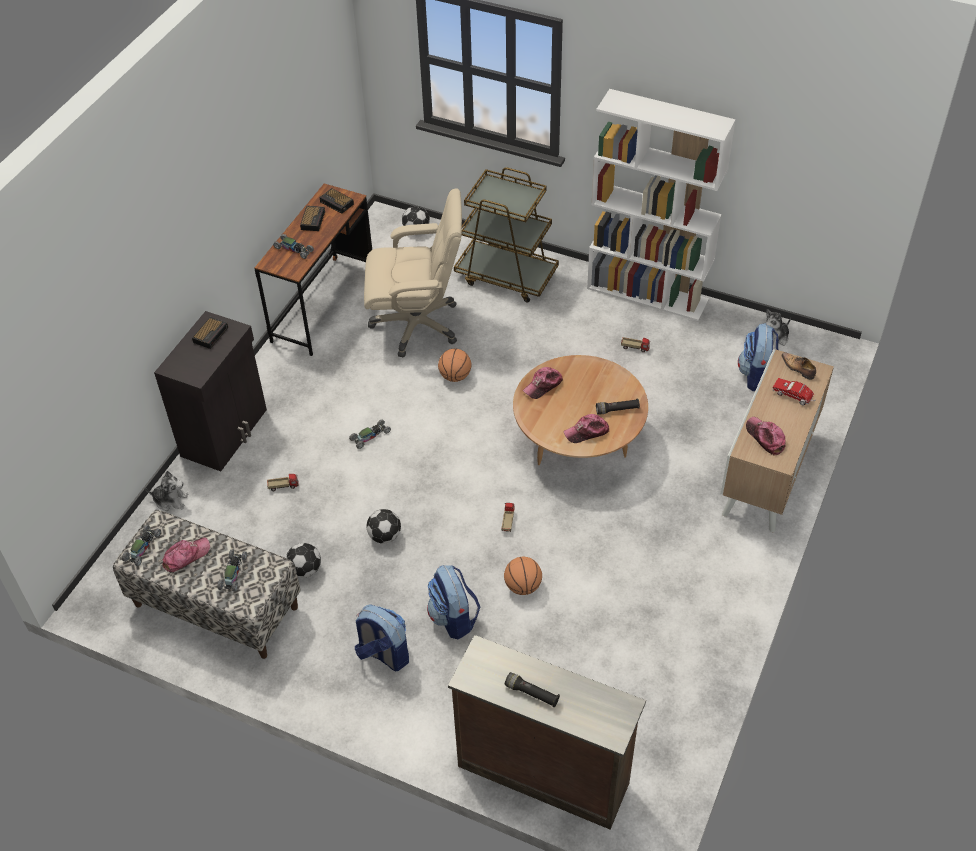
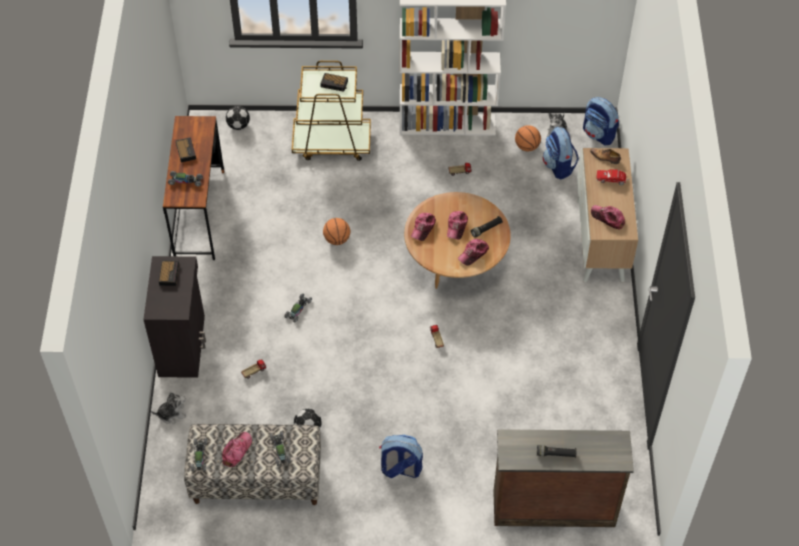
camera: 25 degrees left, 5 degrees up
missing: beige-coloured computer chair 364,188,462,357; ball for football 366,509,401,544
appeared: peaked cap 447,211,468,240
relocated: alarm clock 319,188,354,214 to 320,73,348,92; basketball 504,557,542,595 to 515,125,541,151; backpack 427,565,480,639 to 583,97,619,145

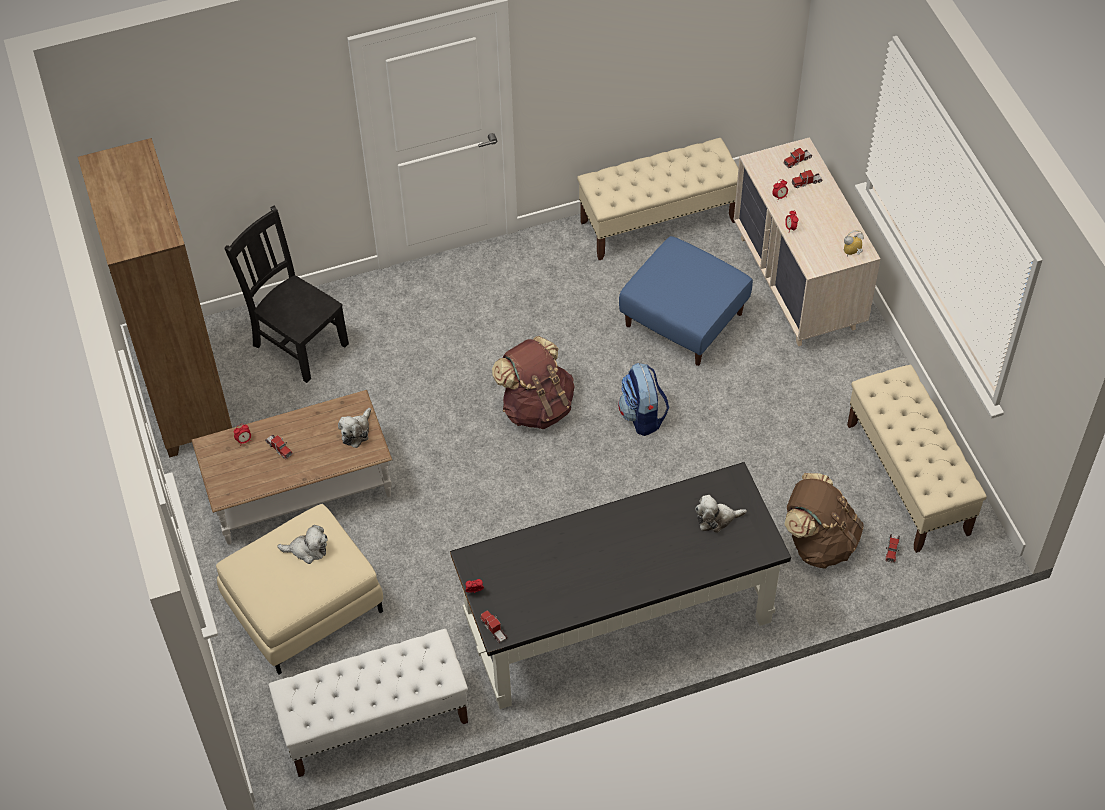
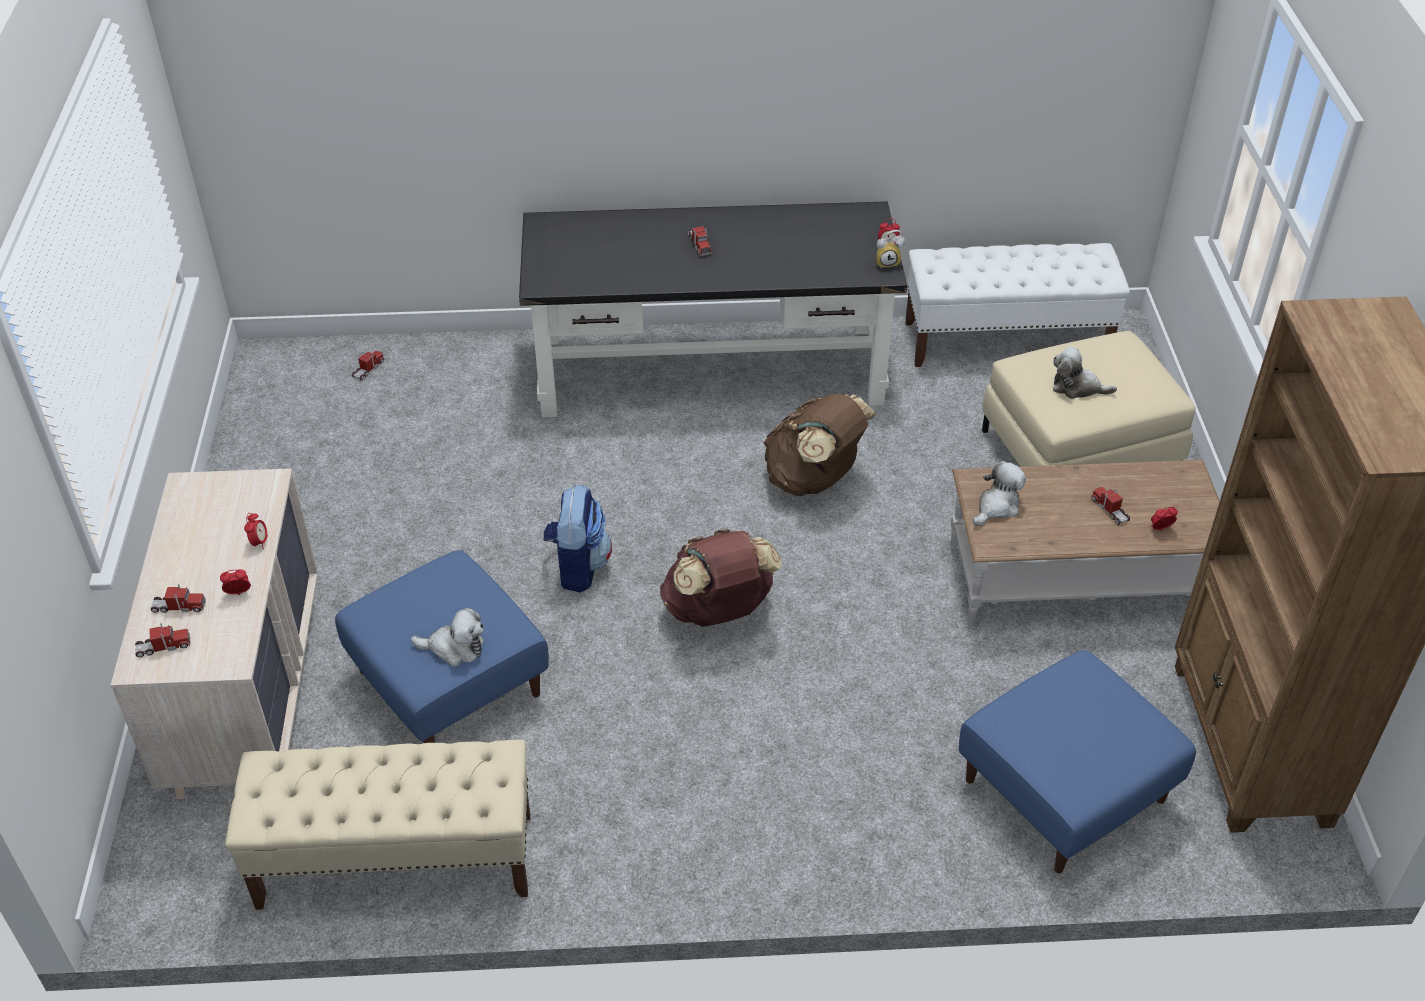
camera: 165 degrees left, 10 degrees down
missing: beige-coloured indoor bench 847,365,987,553
relocated: soft toy 695,495,747,533 to 411,608,484,667; model truck 480,611,508,643 to 688,226,712,256; brown backpack 784,473,864,569 to 764,394,877,496; alarm clock 844,230,864,256 to 876,230,905,268
exchanged: black chair 224,206,349,383 to blue-coloured ottoman 959,650,1196,873

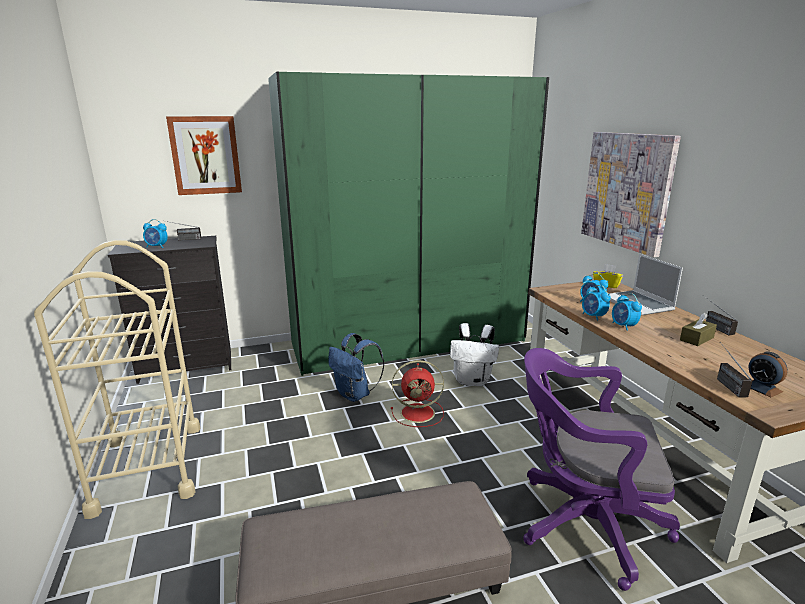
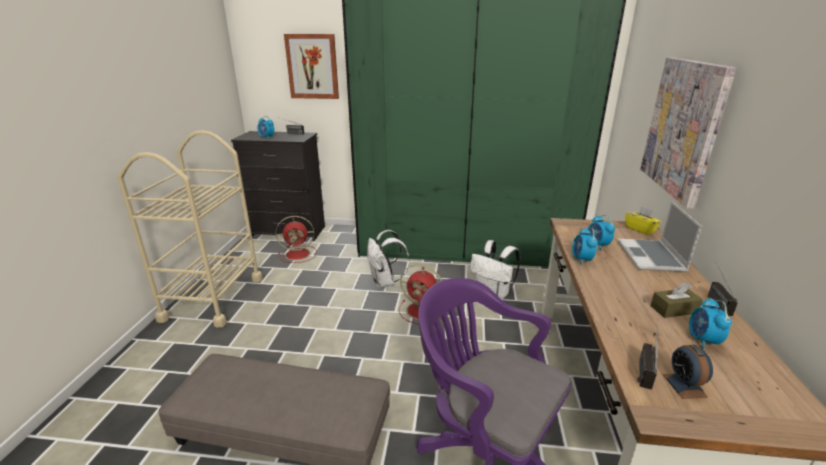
camera: 25 degrees right, 5 degrees up
appeared: red fan 276,216,317,263
relocated: alarm clock 612,293,642,331 to 689,298,732,349
colour: blue-coloured backpack 328,333,384,402 to whitish backpack 367,230,410,288

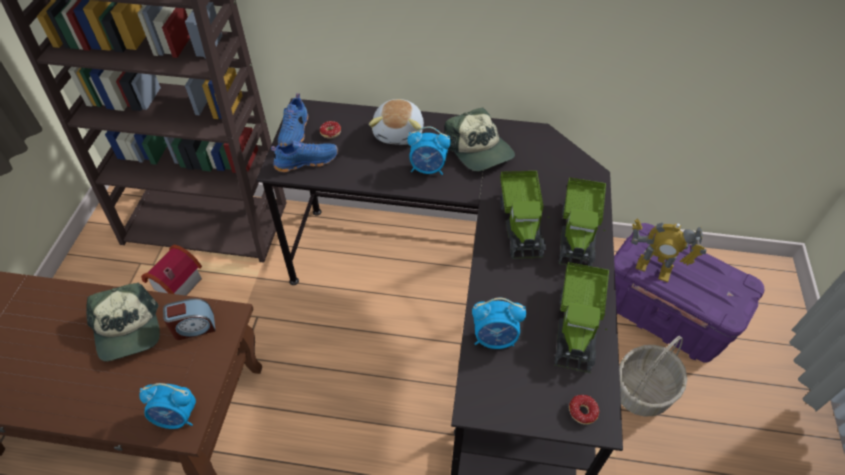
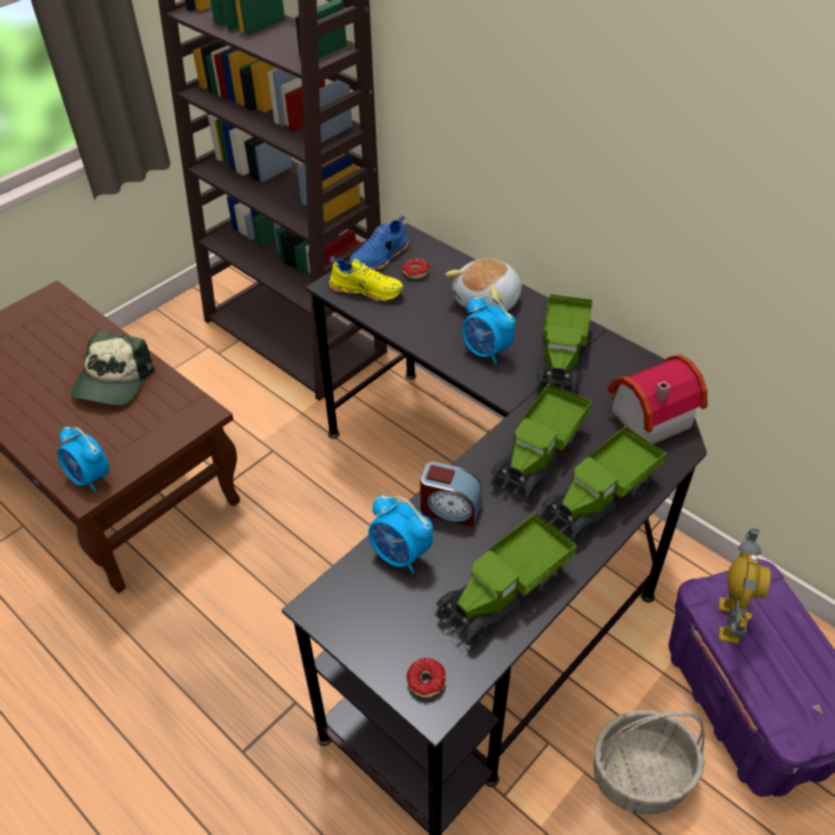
camera: 35 degrees right, 5 degrees down
relocated: alarm clock 163,298,216,340 to 420,461,482,527; model house 141,245,202,296 to 607,355,707,446
exchanged: peaked cap 444,108,515,171 to model truck 536,294,593,394
colour: blue-coloured item of footwear 271,140,338,172 to yellow item of footwear 329,256,403,301
spun: robot figure 631,219,707,282 = 719,529,771,644 135 degrees counterclockwise

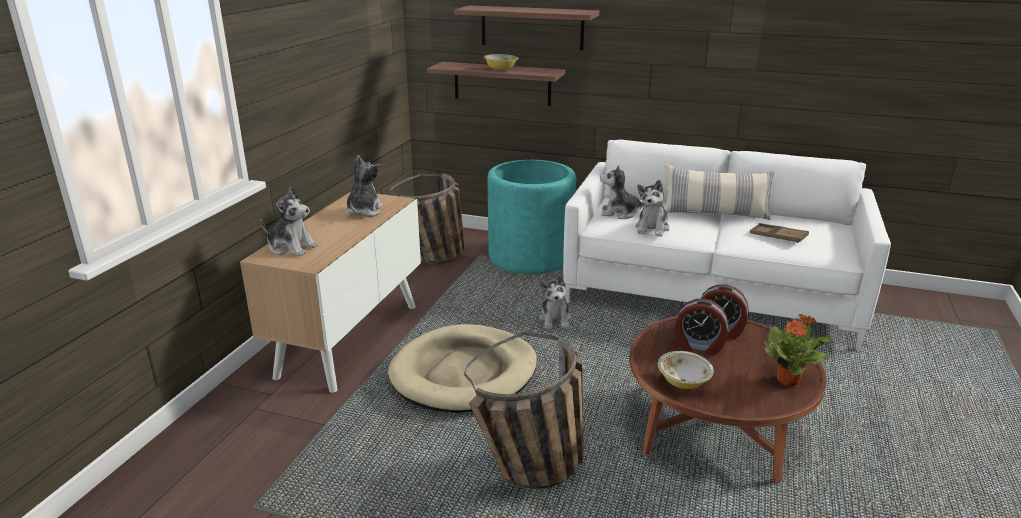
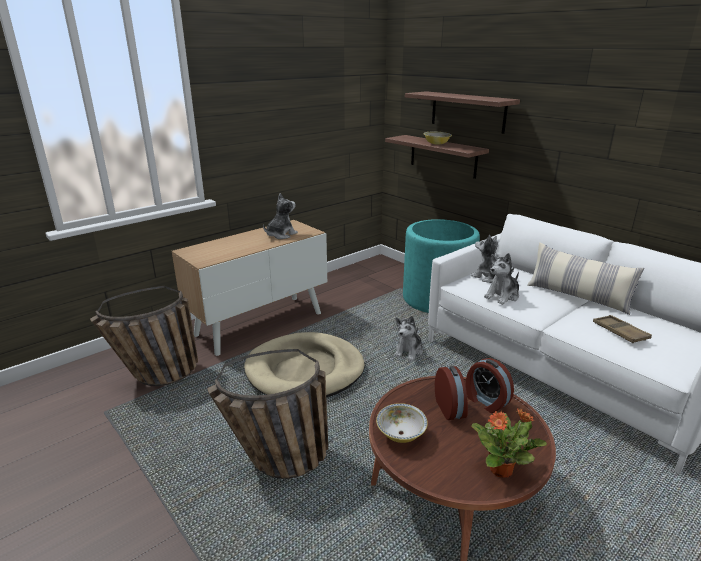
camera: 30 degrees right, 0 degrees up
missing: soft toy 261,187,318,256
relocated: basket 390,173,465,264 to 90,286,198,386
spun: alarm clock 674,299,728,355 = 435,366,468,420 150 degrees counterclockwise

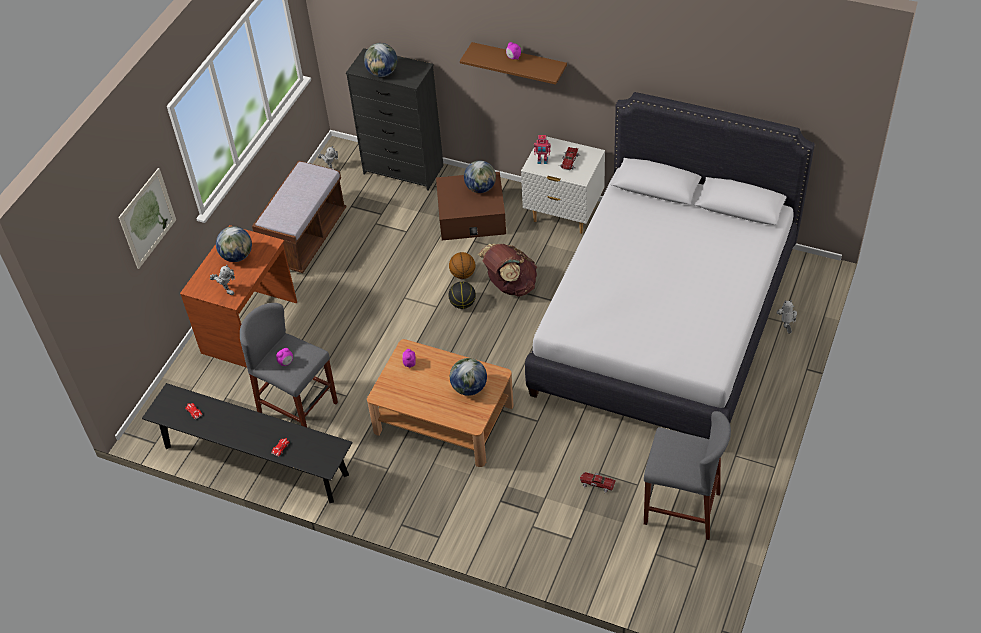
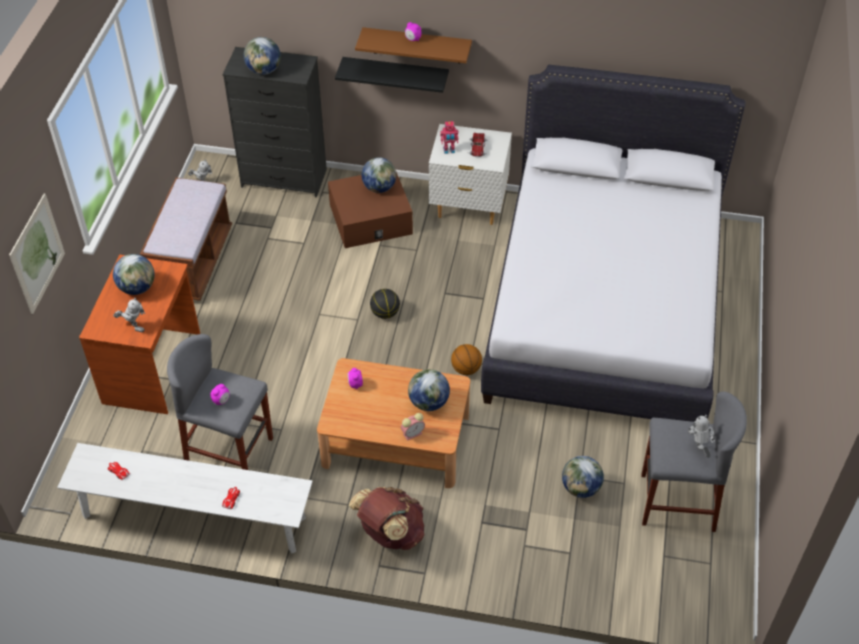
camera: 15 degrees left, 0 degrees up
appeared: black bracket shelf 335,57,449,93; alarm clock 401,413,425,441
relocated: brown backpack 478,244,537,296 to 349,487,425,550; basketball 449,252,475,279 to 451,344,482,375; robot figure 776,300,797,334 to 687,415,715,457
exchanged: miniature car 580,472,616,493 to world globe 562,456,604,498
colour: black indoor bench 142,383,353,503 to whitish indoor bench 57,443,313,554

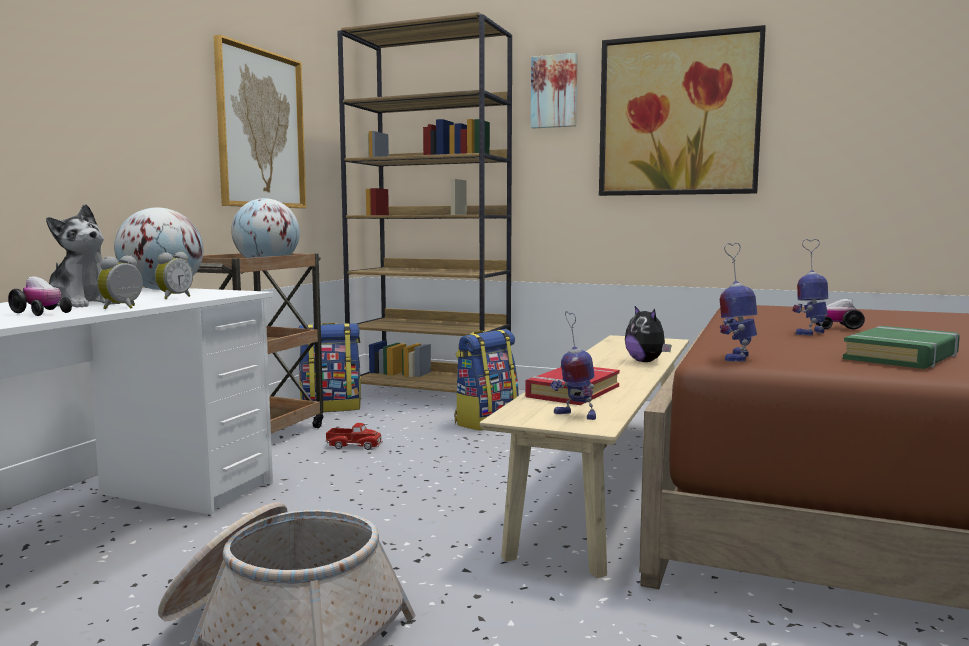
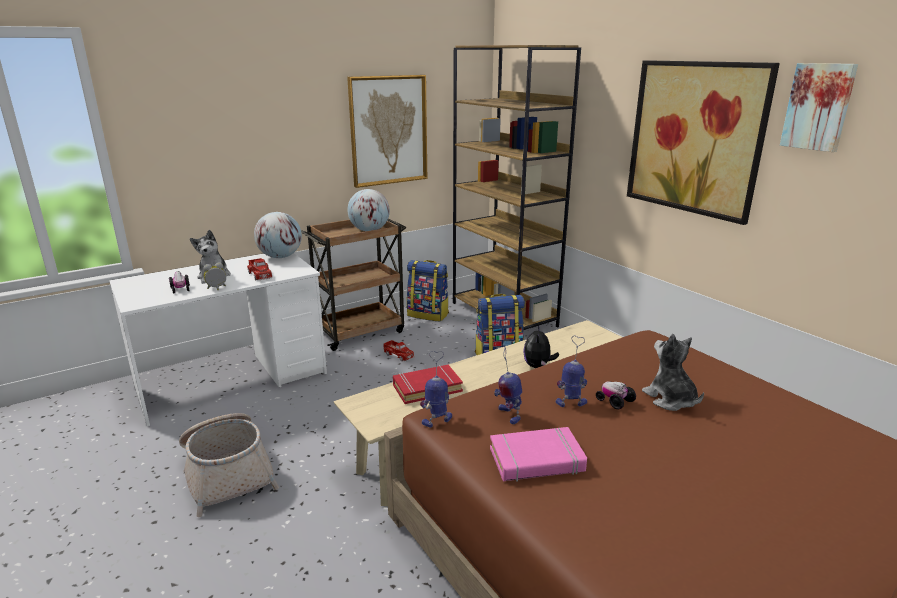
camera: 35 degrees right, 15 degrees up
appeared: soft toy 642,334,704,411
relocated: robot figure 550,311,596,420 to 494,347,522,424; wall picture 531,53,577,129 to 780,63,858,152
exchanged: alarm clock 155,252,193,299 to model truck 247,258,272,280
colour: green-coloured volume 843,326,960,369 to pink-coloured volume 490,427,587,482

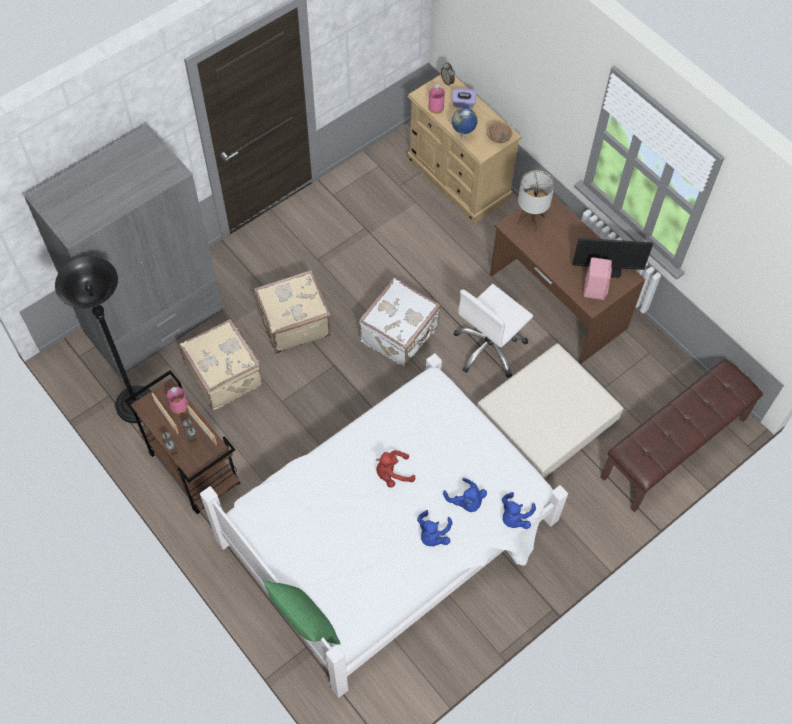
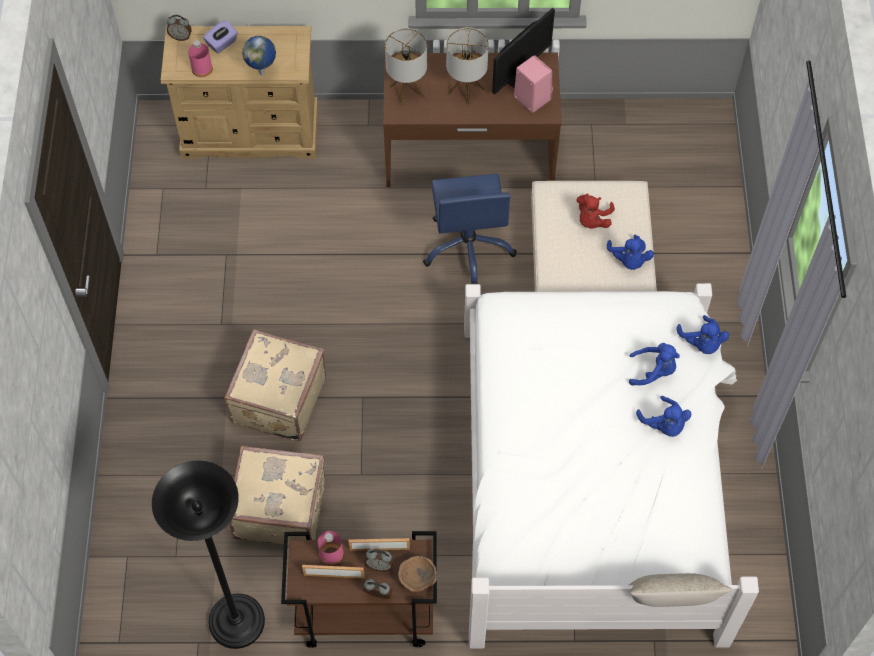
camera: 50 degrees left, 0 degrees up
missing: gray clothes cupboard 24,124,223,378; whitish travel case 359,278,441,368; brown indoor bench 600,359,763,512
appeared: tabletop lamp 446,27,489,106; blue-coloured soft toy 607,234,654,270
relocated: brown deep dish 487,122,513,143 to 398,556,437,592; red soft toy 376,450,416,488 to 576,193,615,228
colour: whitish computer chair 454,284,533,378 to blue-coloured computer chair 423,173,517,284; green-coloured pillow 263,580,341,645 to beige-coloured pillow 629,573,732,607

